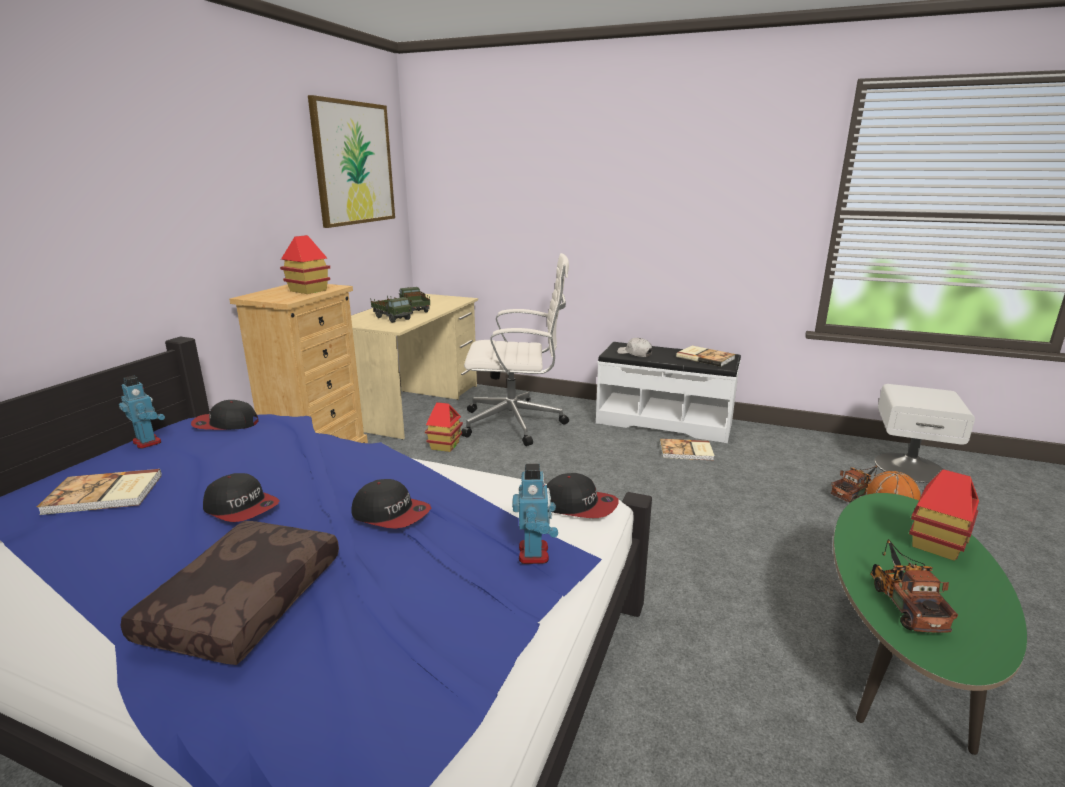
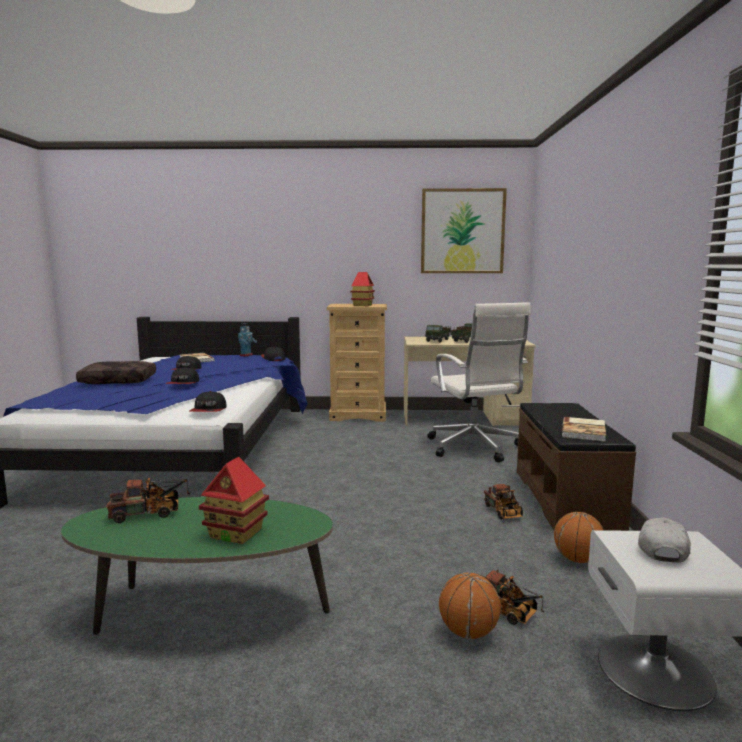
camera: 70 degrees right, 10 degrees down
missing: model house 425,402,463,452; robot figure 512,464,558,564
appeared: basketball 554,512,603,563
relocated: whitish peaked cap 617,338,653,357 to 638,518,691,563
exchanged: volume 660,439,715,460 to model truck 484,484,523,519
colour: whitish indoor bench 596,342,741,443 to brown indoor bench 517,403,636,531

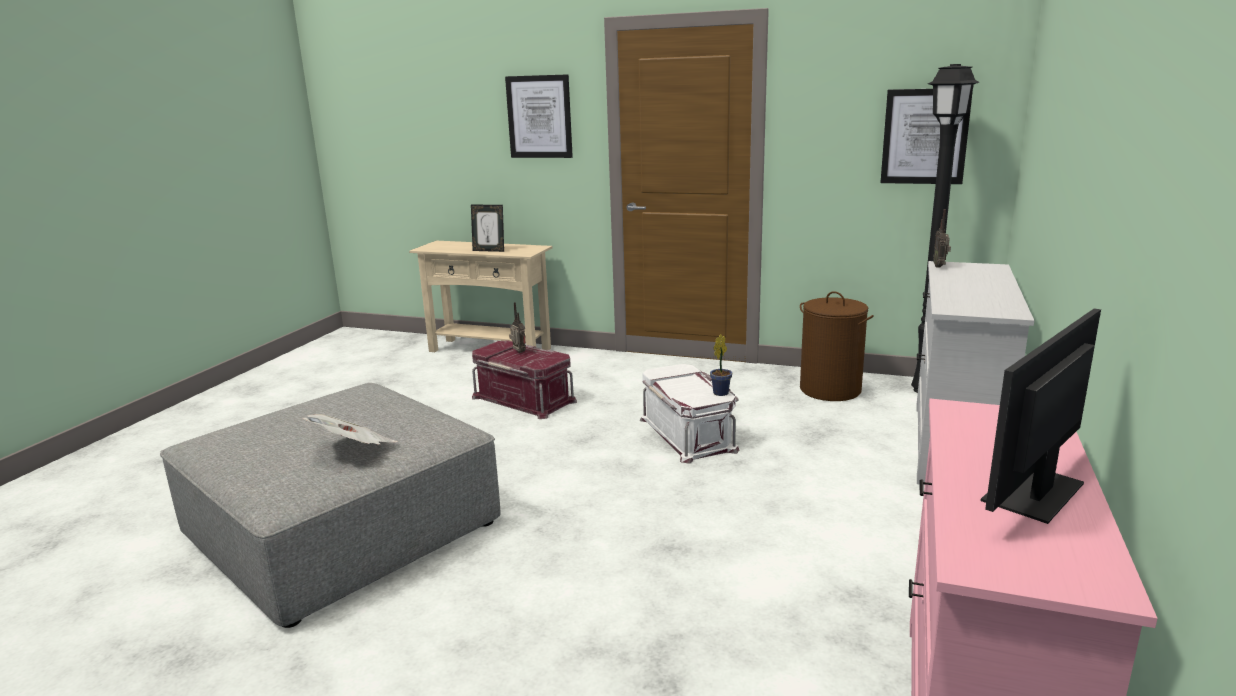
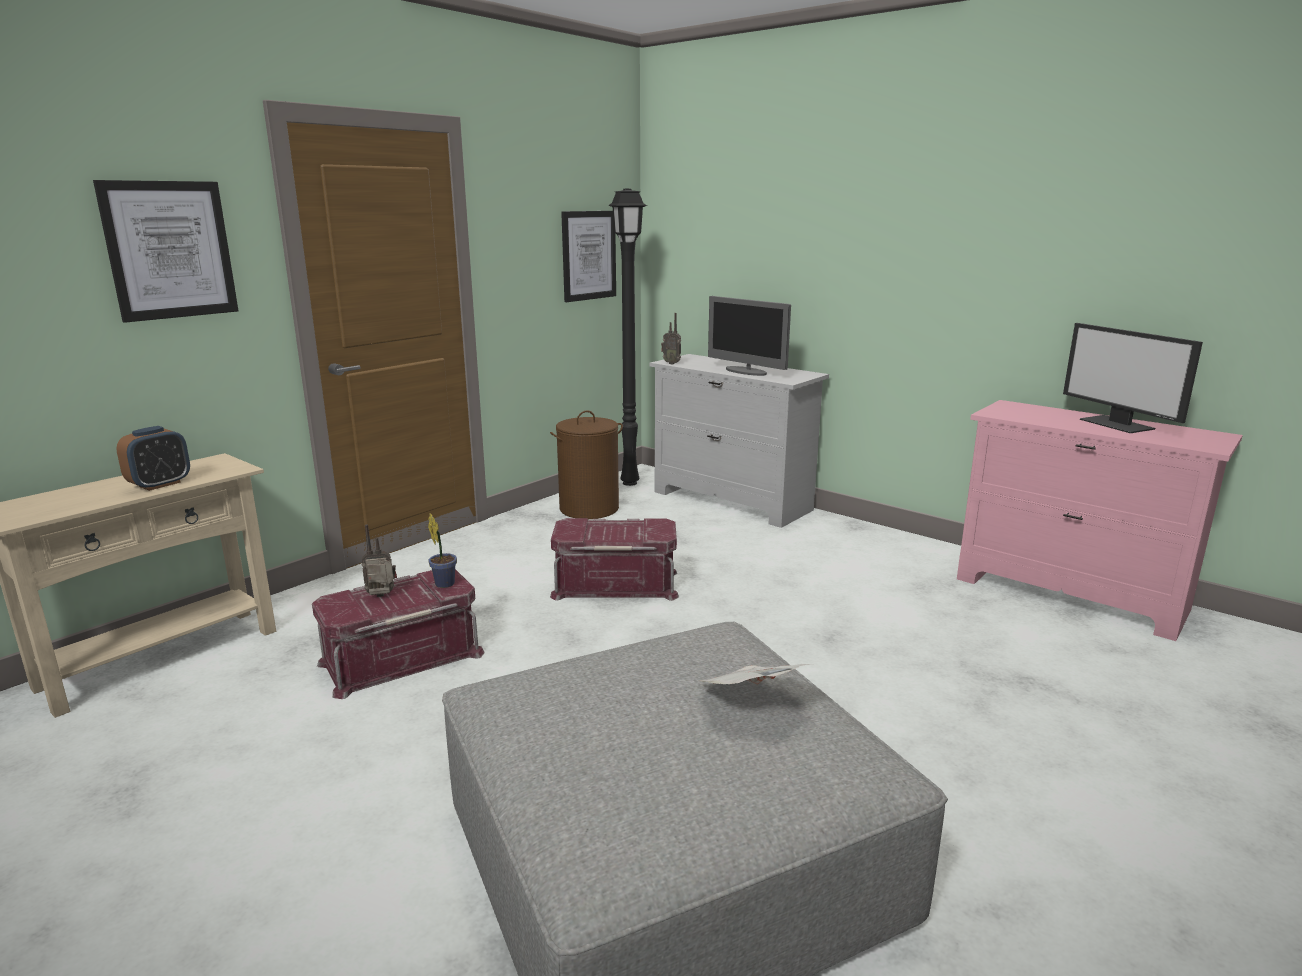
camera: 70 degrees left, 0 degrees up
appeared: monitor 708,296,791,376
relocated: potted plant 710,334,732,396 to 428,513,457,588
exchanged: picture frame 471,205,504,252 to alarm clock 116,426,190,491
colour: whitish storage box 640,364,739,464 to red storage box 550,518,679,601

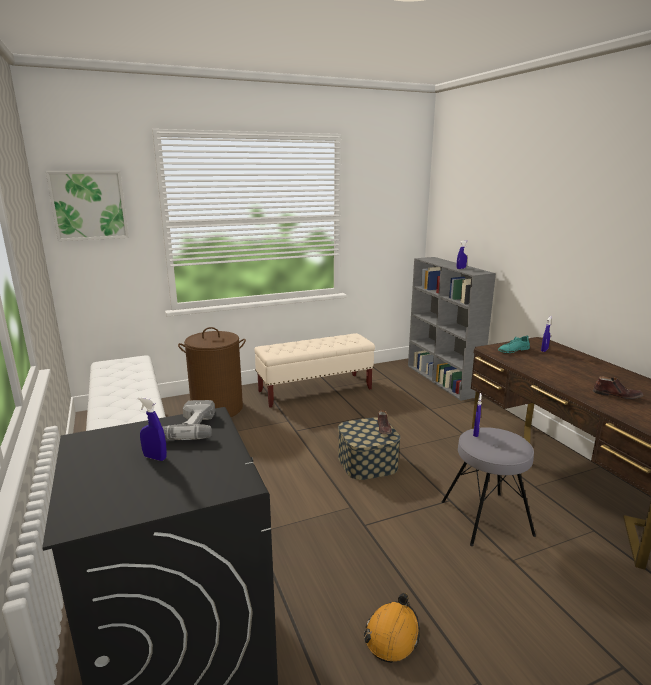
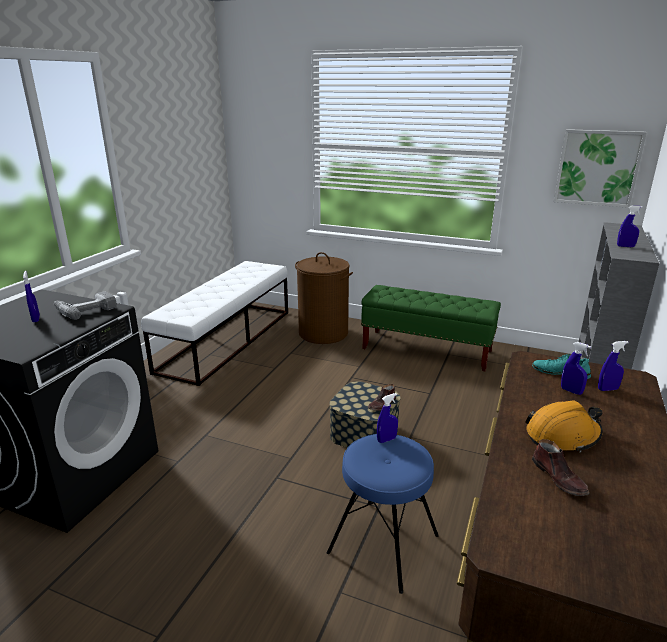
camera: 45 degrees right, 5 degrees up
appeared: blue-coloured hand sprayer 561,342,591,395
relocated: orange work helmet 364,593,420,663 to 525,400,603,453; wall picture 46,171,129,241 to 554,129,647,208
colour: gray sitting stool 442,427,536,546 to blue-coloured sitting stool 327,434,439,594; beige-coloured indoor bench 254,333,375,408 to green-coloured indoor bench 361,285,501,371

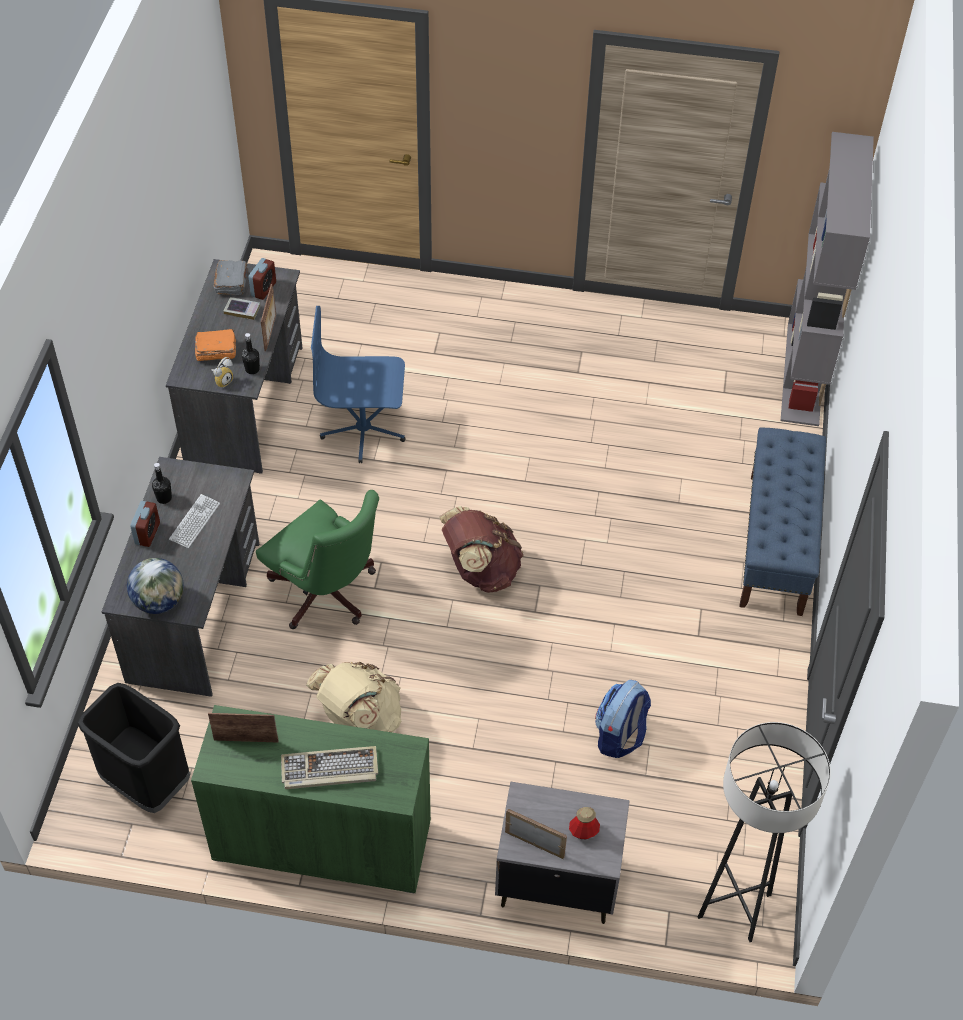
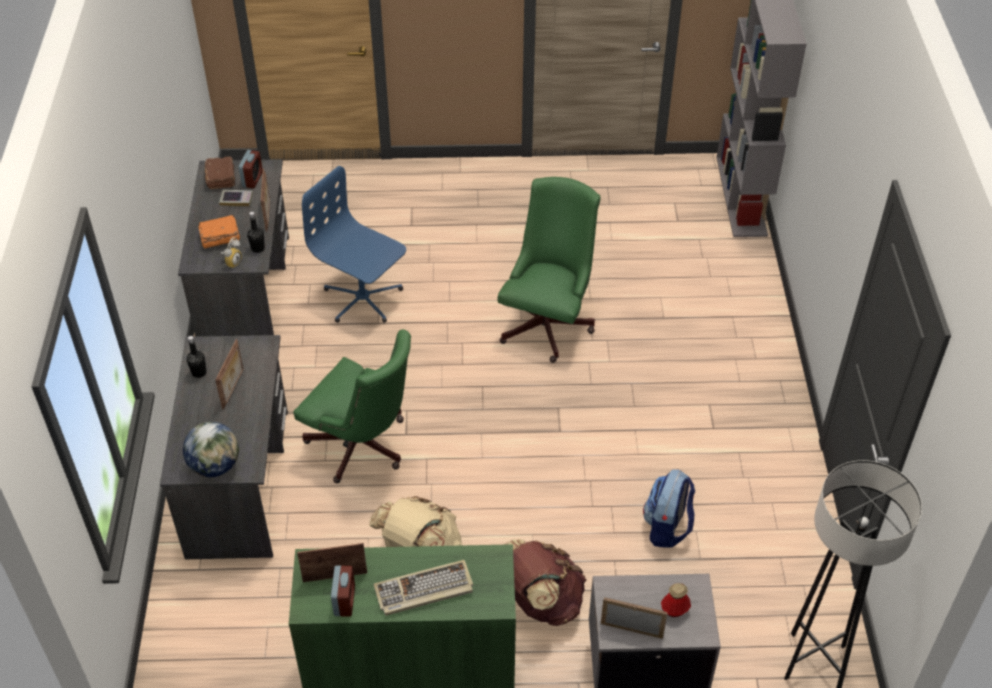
camera: 10 degrees left, 5 degrees down
missing: black rubbish bin 78,683,190,813; blue-coloured indoor bench 739,427,826,616
appeared: green-coloured computer chair 498,177,601,363
relocated: alarm clock 130,501,160,547 to 331,565,355,617; brown backpack 439,506,523,593 to 504,539,586,626
exchanged: keyboard 169,494,220,548 to picture frame 215,339,243,410
colour: gray volume 214,260,248,295 to brown volume 205,156,235,189
spun: blue-coloured computer chair 311,306,406,463 = 302,166,406,323 45 degrees clockwise

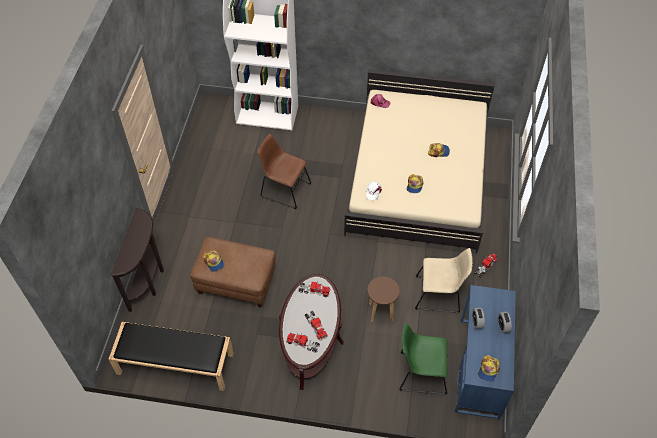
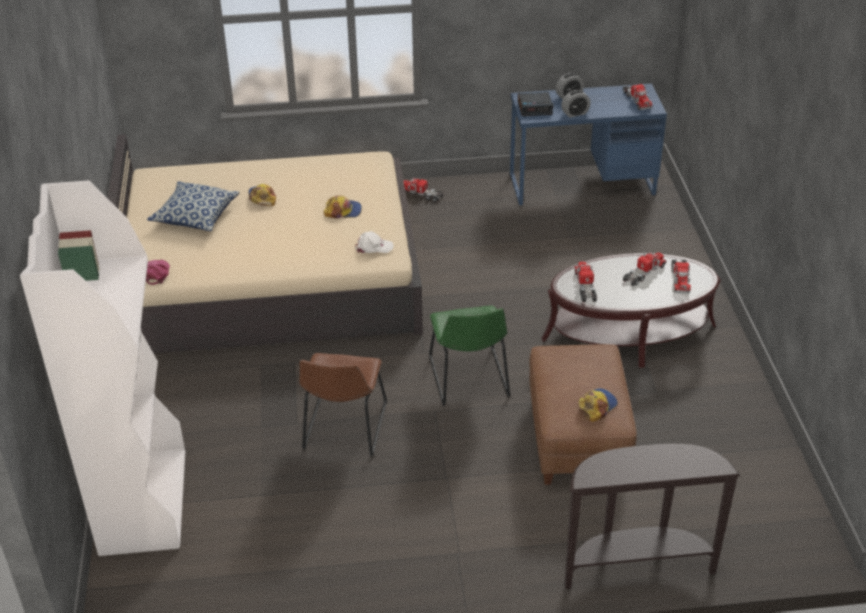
camera: 105 degrees left, 15 degrees down
missing: black indoor bench 109,322,234,391; brown sitting stool 367,276,400,322; beige-coloured chair 415,248,473,313
appeared: pillow 147,181,240,231; alarm clock 518,92,553,116
relocated: green-coloured chair 399,323,447,395 to 429,306,510,406
exchanged: peaked cap 478,355,500,382 to model truck 623,84,653,110

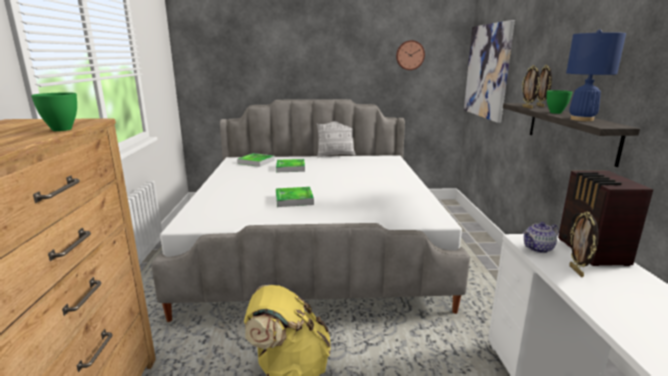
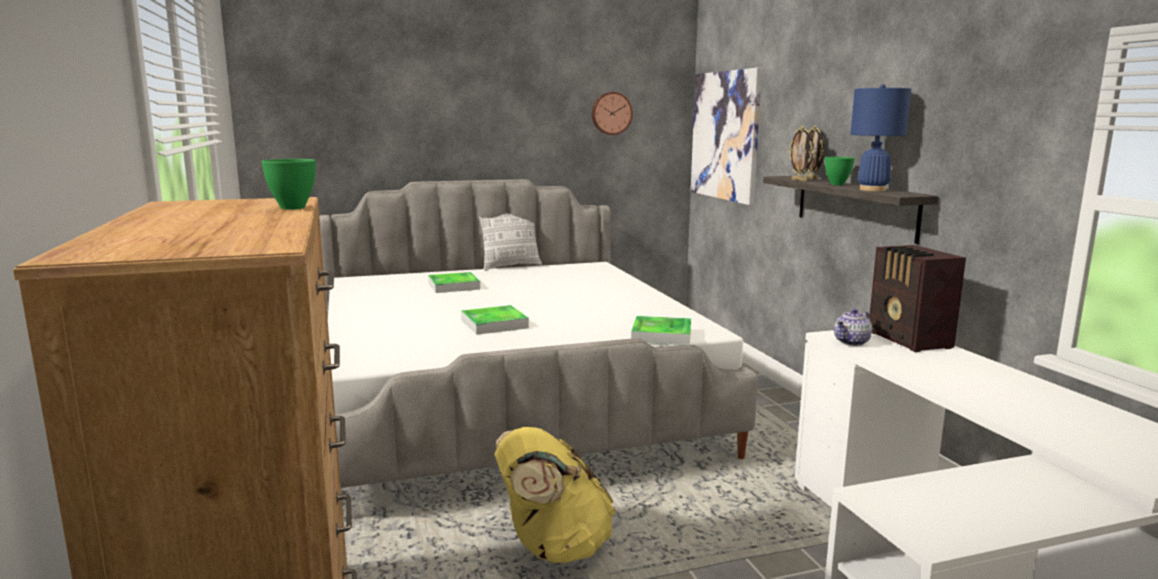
camera: 15 degrees left, 5 degrees down
missing: picture frame 569,211,598,277
relocated: serving tray 237,153,275,167 to 631,316,691,345

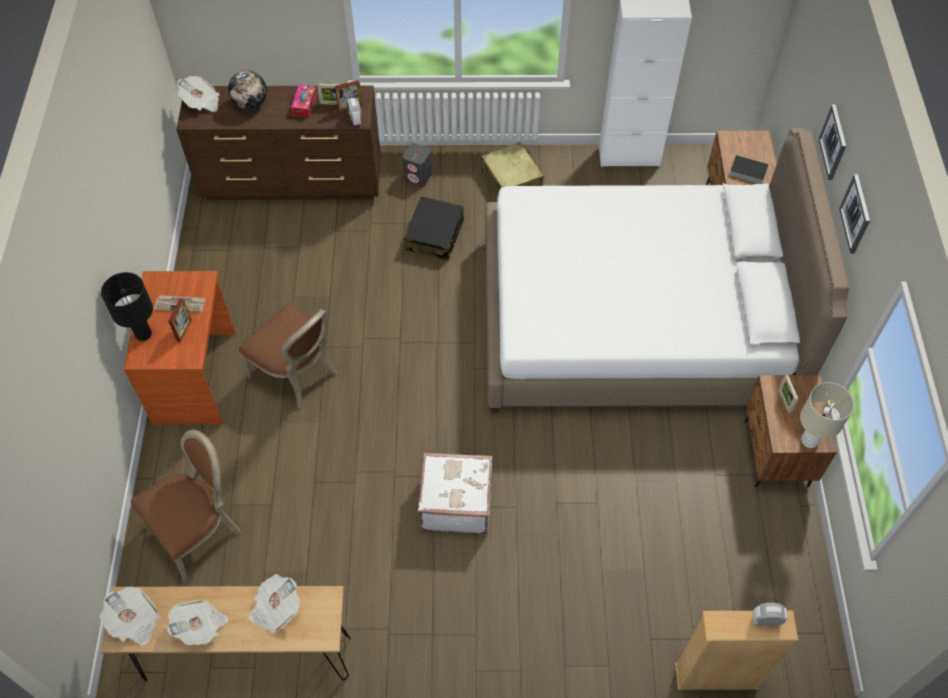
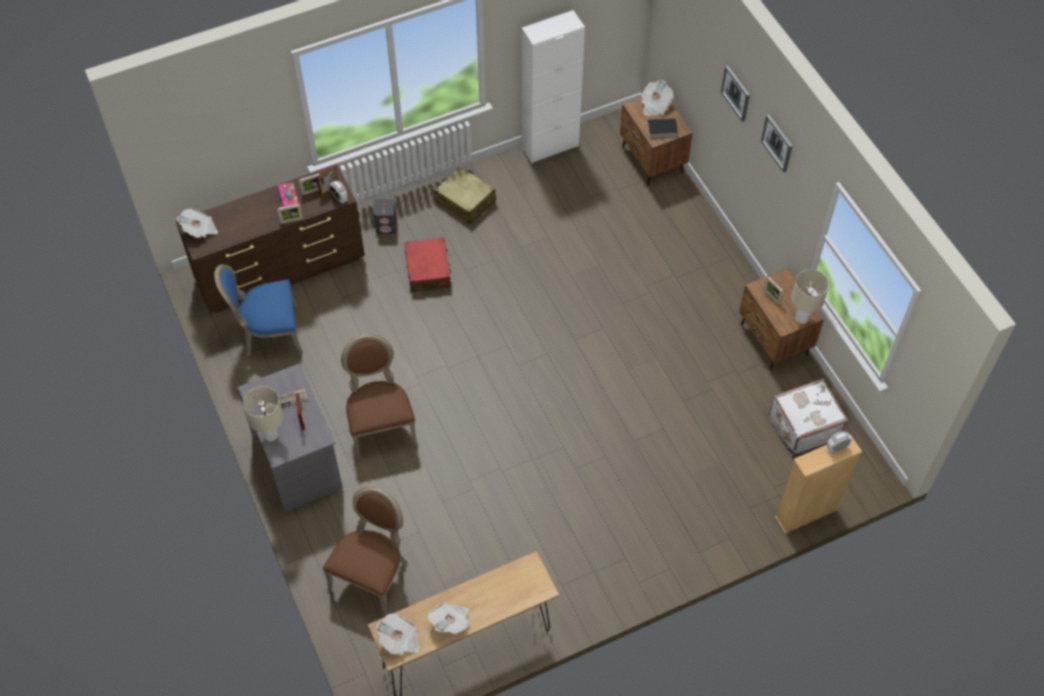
camera: 25 degrees left, 0 degrees up
missing: world globe 228,70,267,109; whitish bedroom bed 485,128,849,412
appeared: blue-coloured chair 214,264,303,357; picture frame 277,204,303,224
relocated: printed paper 249,574,300,634 to 641,80,674,116; whitish travel case 418,452,493,534 to 769,378,848,456
colour: brown desk table 123,271,235,425 to gray desk table 237,364,343,512; black tabletop lamp 101,272,153,341 to beige-coloured tabletop lamp 243,386,283,442; black travel case 404,196,464,261 to red travel case 404,238,451,292
spun: brown chair 239,303,338,408 = 341,334,417,460 120 degrees counterclockwise

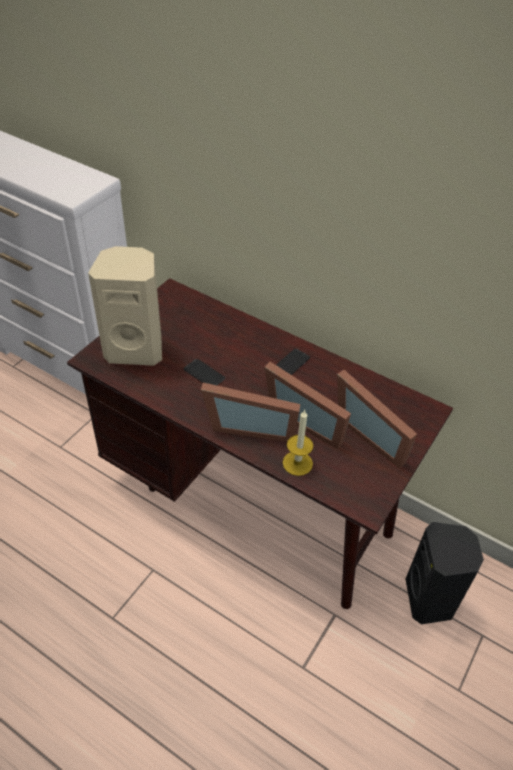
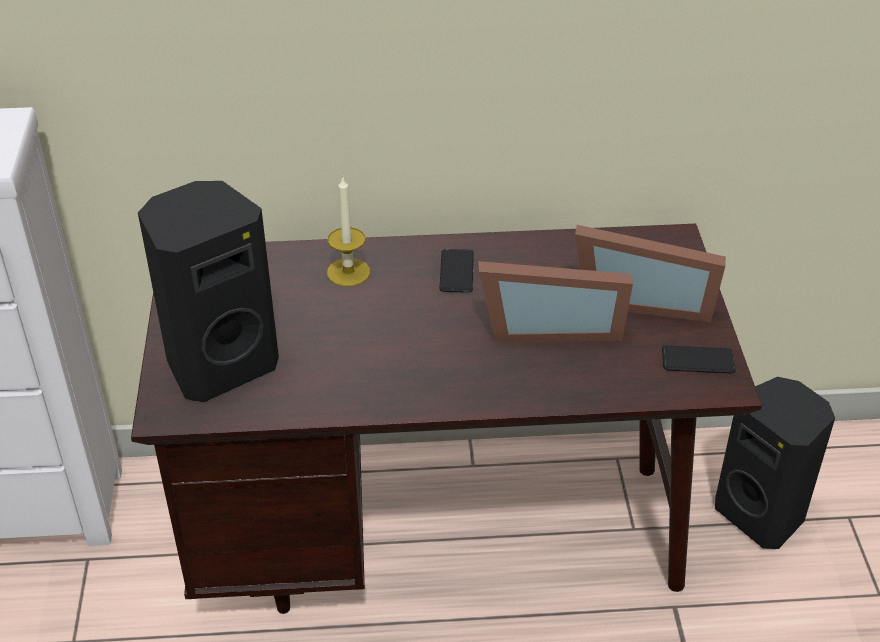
camera: 35 degrees left, 5 degrees down
missing: picture frame 201,382,300,442
relocated: candle 283,410,313,476 to 327,176,370,286; phone 184,359,225,385 to 662,345,736,374
colour: beige-coloured loudspeaker 88,246,162,366 to black loudspeaker 138,181,279,402

